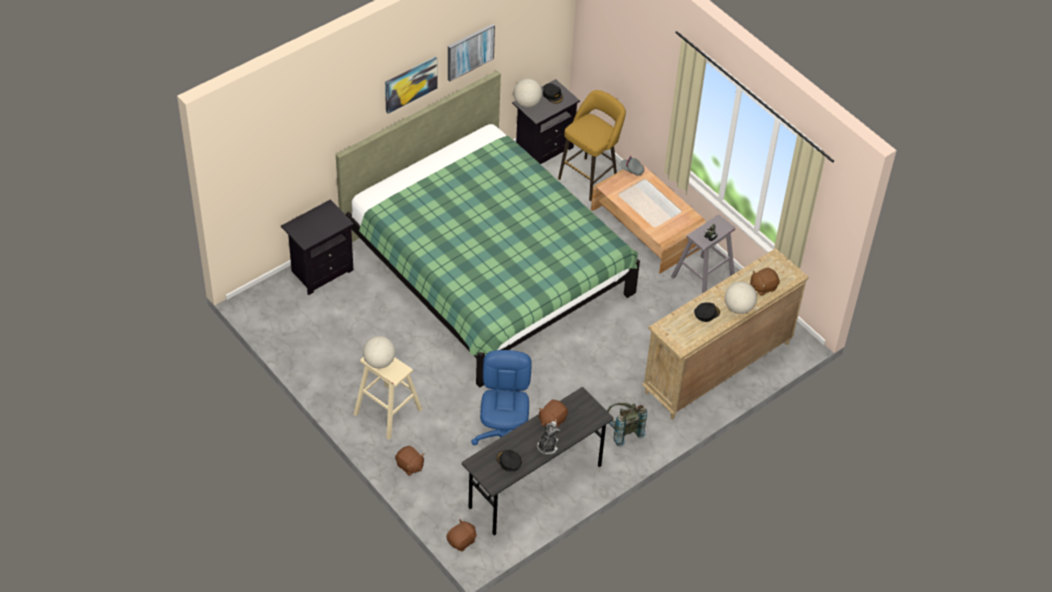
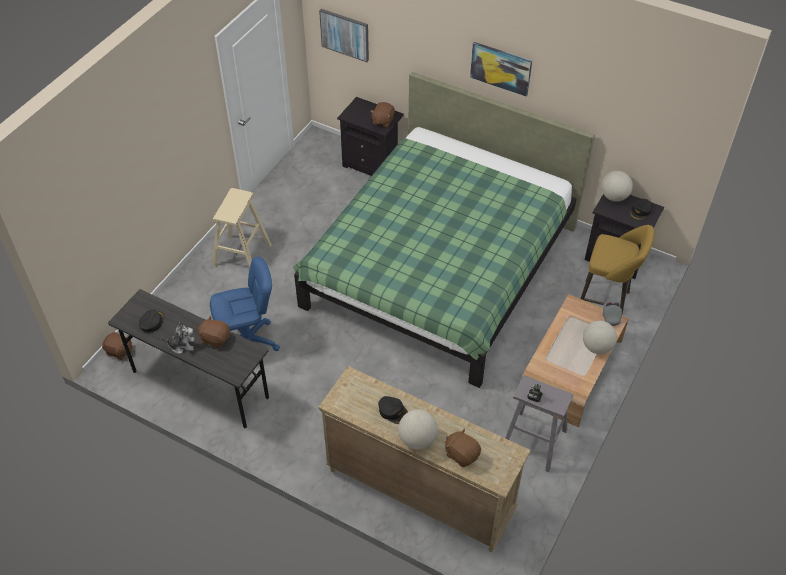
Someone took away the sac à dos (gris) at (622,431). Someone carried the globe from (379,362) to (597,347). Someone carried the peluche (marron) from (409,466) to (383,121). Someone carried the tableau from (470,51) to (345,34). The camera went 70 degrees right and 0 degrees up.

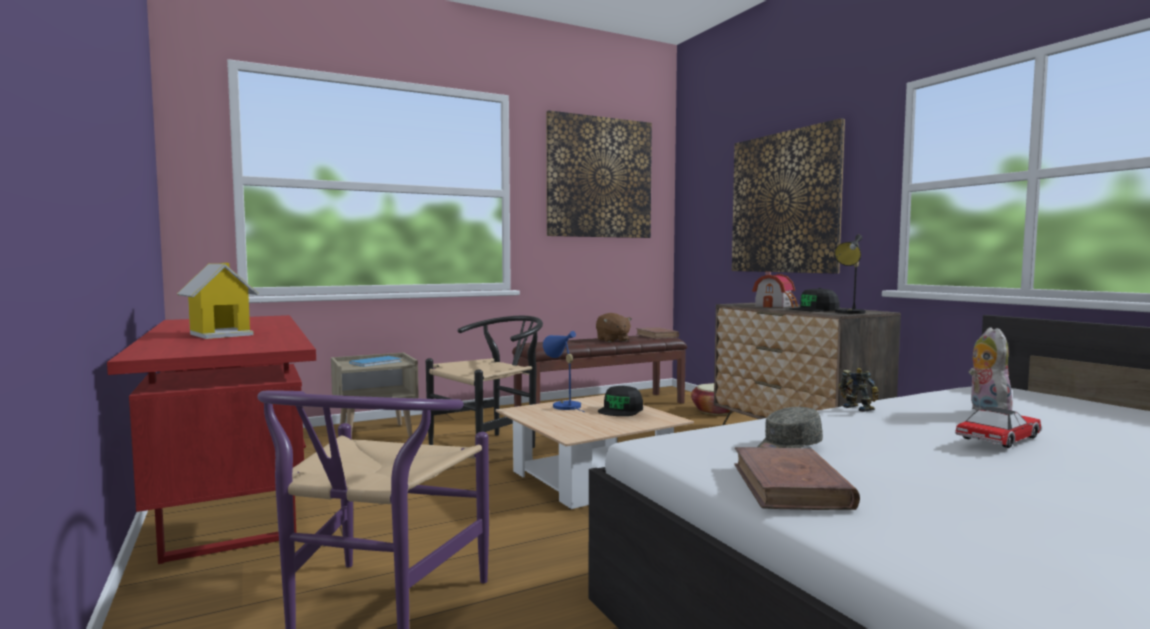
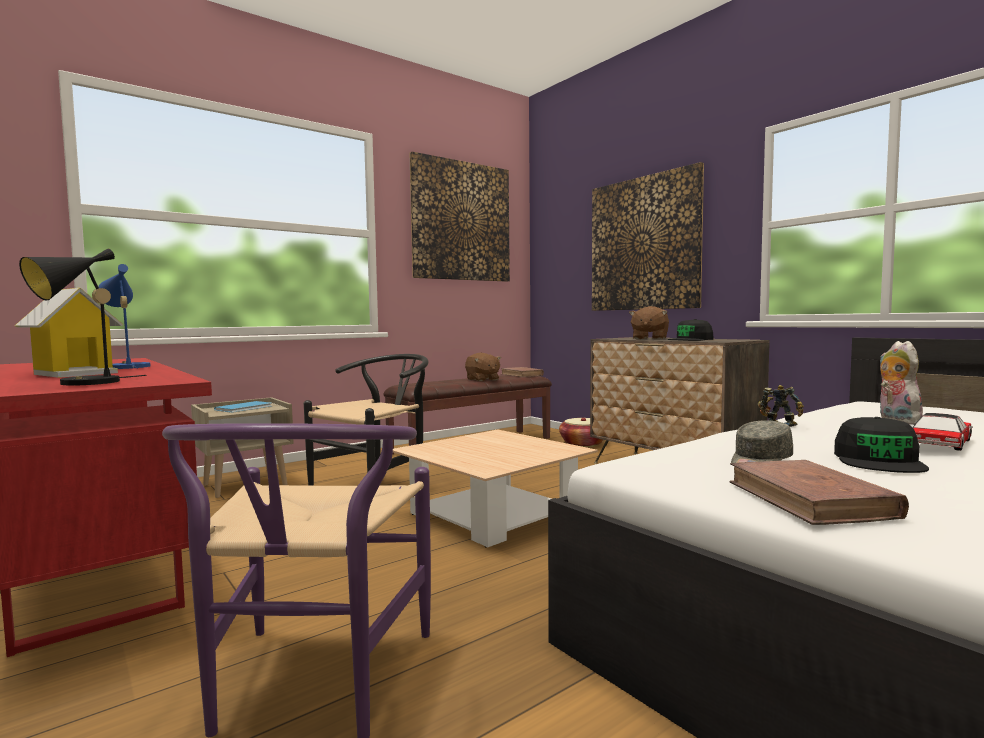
Someone carried the lampe de table (bleu) from (563,405) to (126,367). Someone carried the casquette (noir) from (621,410) to (879,461). Someone carried the lampe de table (noir) from (849,313) to (82,383). Someone swapped the maison miniature at (776,306) for the peluche (marron) at (649,338). The camera went 10 degrees left and 0 degrees up.

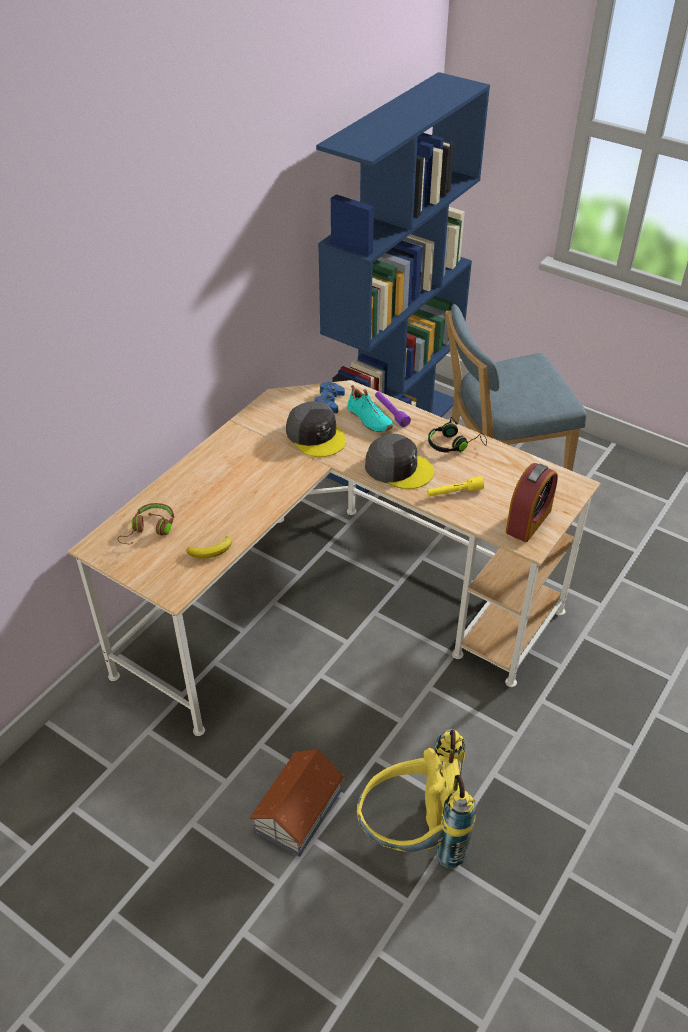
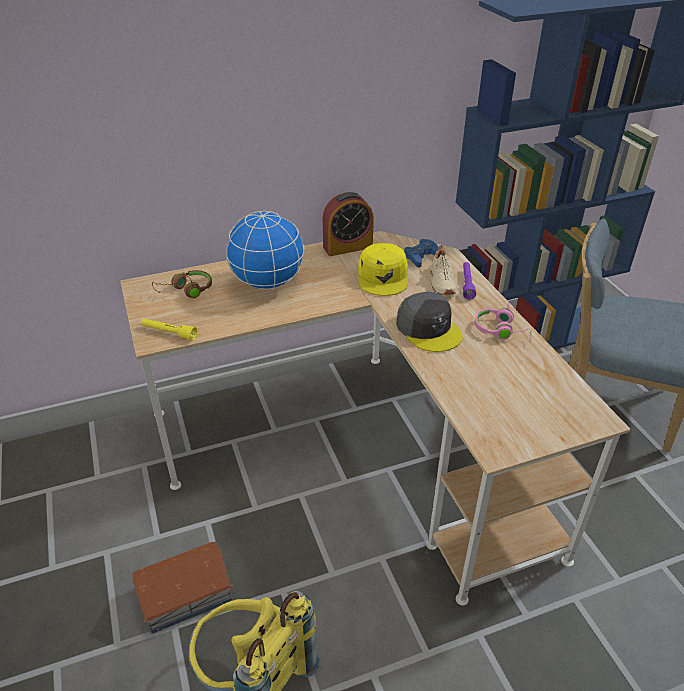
Someone took away the banane at (211,550). Someone put down the globe at (268,283). Someone carried the lampe de poche (jaune) from (454,492) to (169,333). Someone carried the réveil from (528,521) to (347,247). Someone repainted the casquette (gris) at (316,435), which became the casquette (jaune) at (383,277). Someone repainted the chaussure (turquoise) at (368,420), which became the chaussure (beige) at (441,282). Someone repainted the casque audio (noir) at (454,444), which became the casque audio (rose) at (501,331). The camera went 35 degrees right and 5 degrees down.

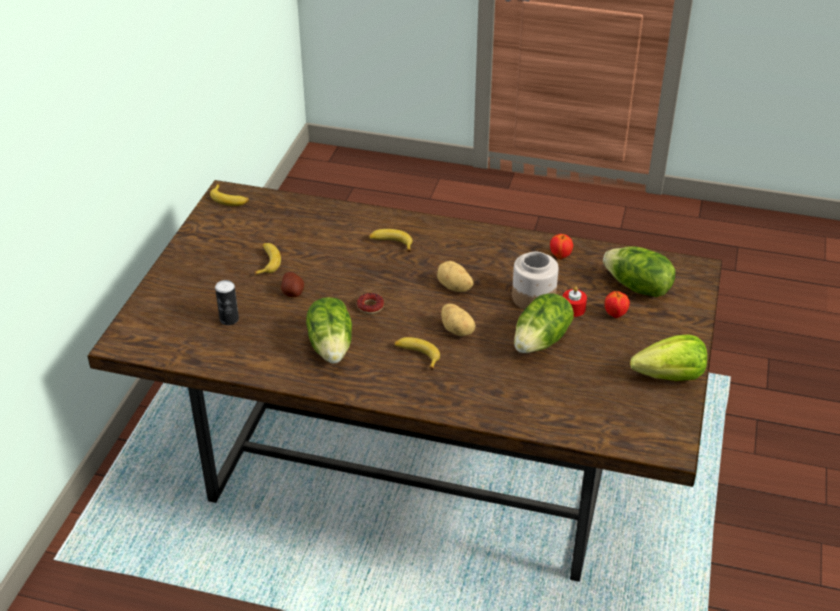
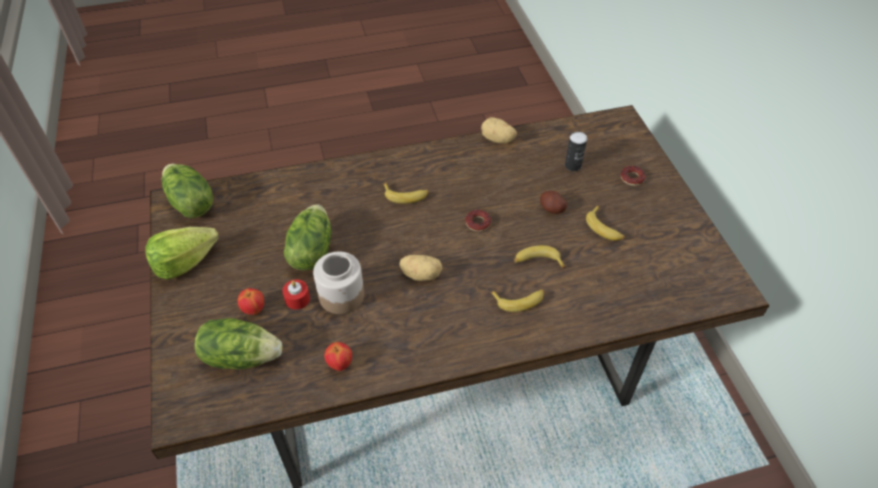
Someone put down the beignet at (632,178). Someone carried the banane from (230,199) to (537,261). Someone carried the laitue from (332,346) to (190,204). Someone carried the pomme de terre from (457,330) to (497,140). The camera went 150 degrees right and 10 degrees up.

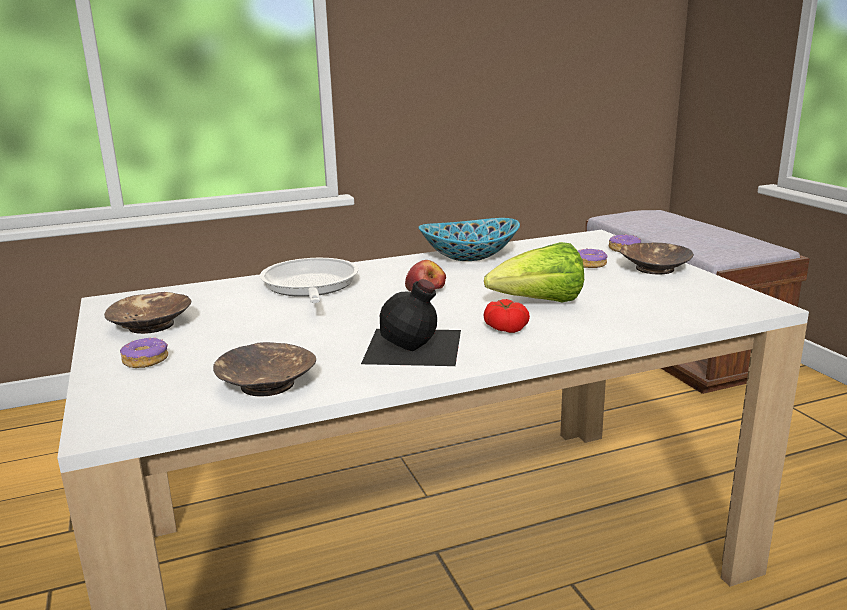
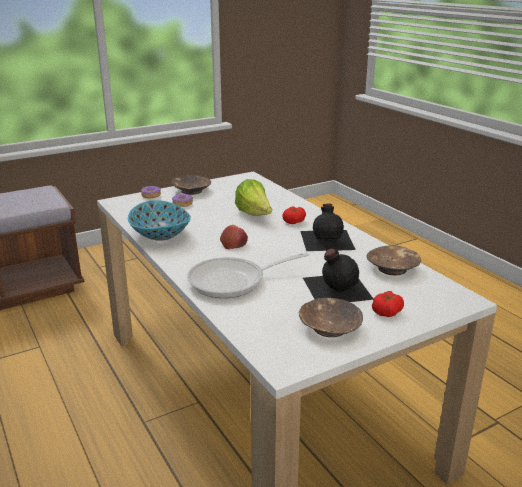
Someone put down the bouteille (noir) at (335,287). Someone swapped the beignet at (145,360) for the tomate at (386,312). The camera went 100 degrees left and 5 degrees up.

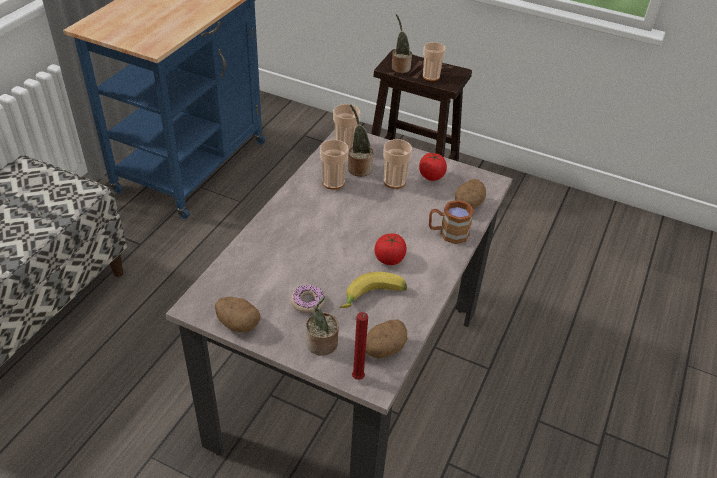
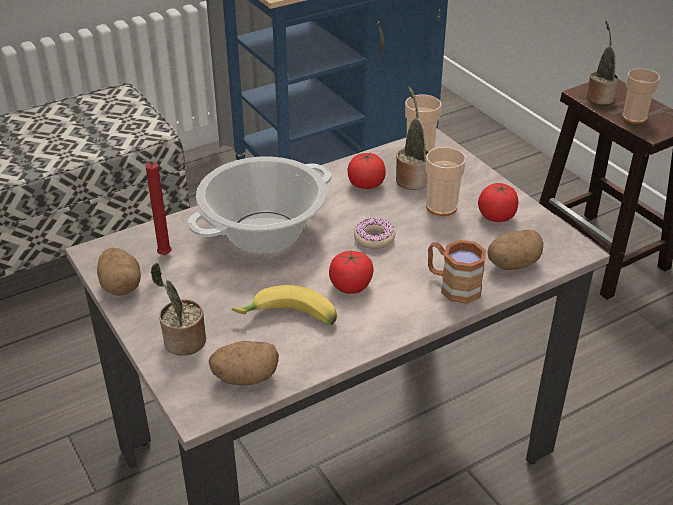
Someone put down the marmite at (264,233). Someone carried the beignet from (307,302) to (374,238). Someone carried the bougie (rouge) from (358,379) to (163,256). Someone swapped the tasse at (333,182) for the tomate at (366,184). The camera went 35 degrees right and 5 degrees down.

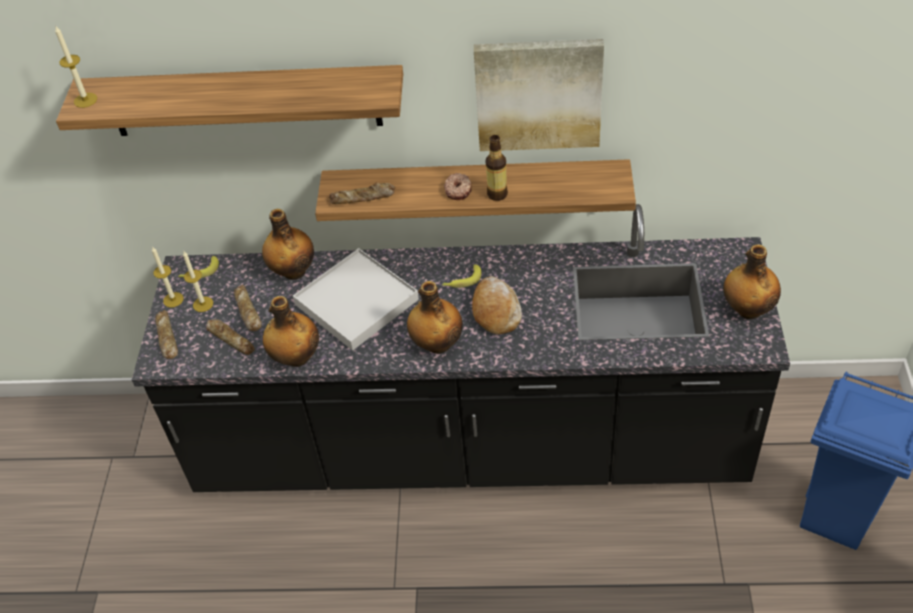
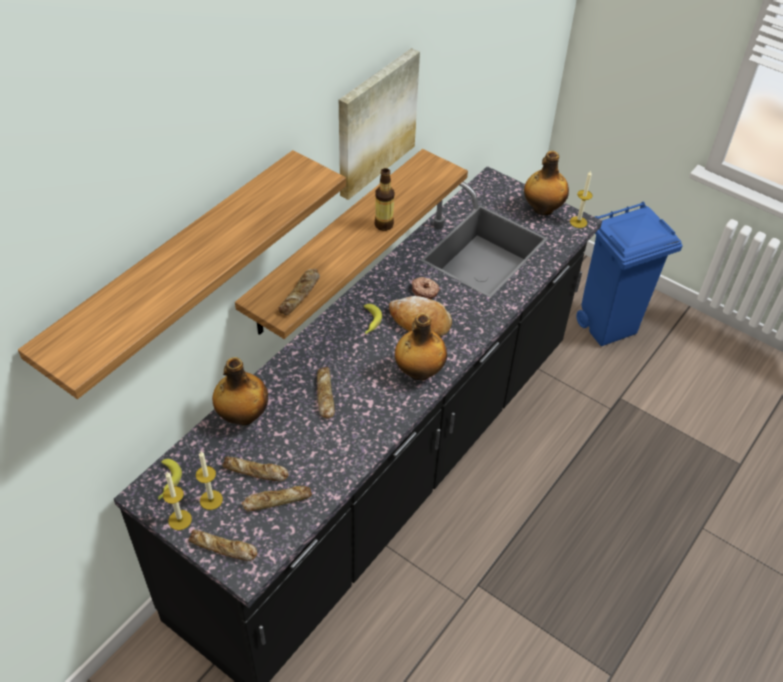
Someone took away the bouteille at (296,357). Someone carried the bougie from (85,100) to (578,222). Someone carried the beignet from (458,190) to (425,291). Someone swapped the plateau (blanc) at (356,302) for the pain at (324,395). The camera went 60 degrees left and 0 degrees up.

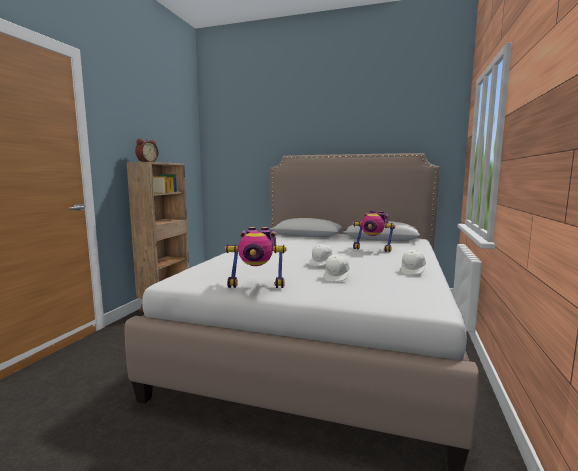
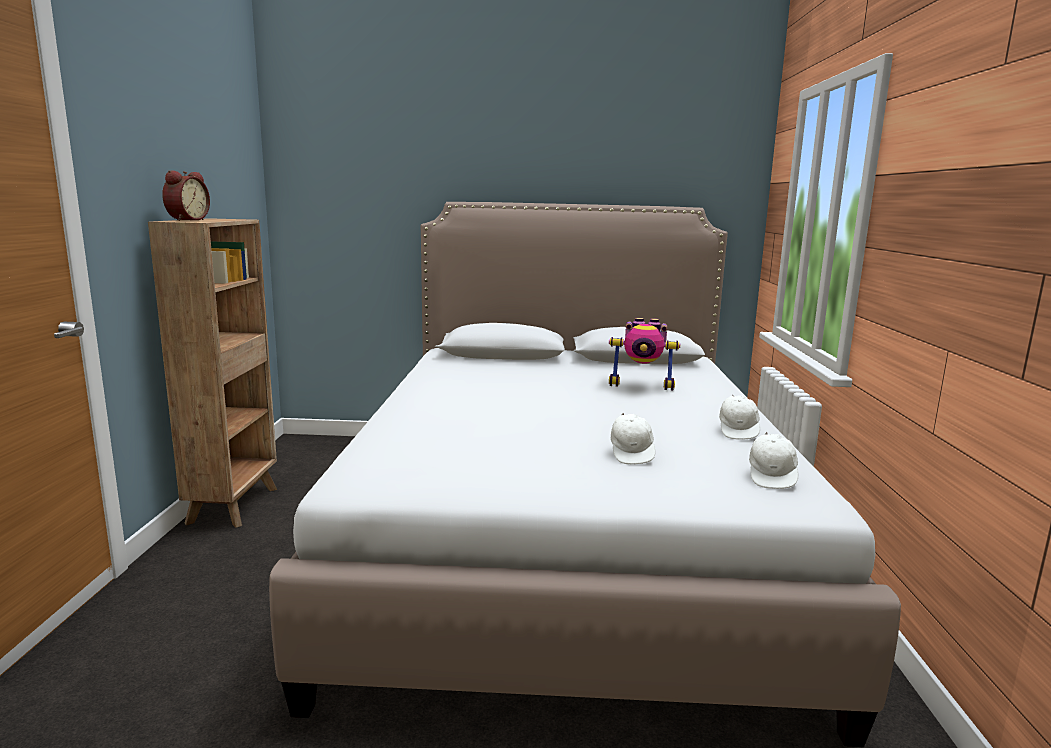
Someone took away the robot jouet at (257,285). Someone carried the casquette (blanc) from (321,263) to (772,477). The camera went 15 degrees left and 5 degrees up.

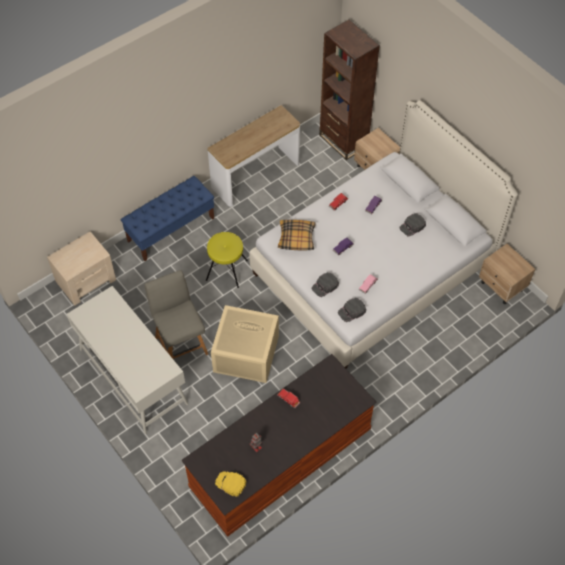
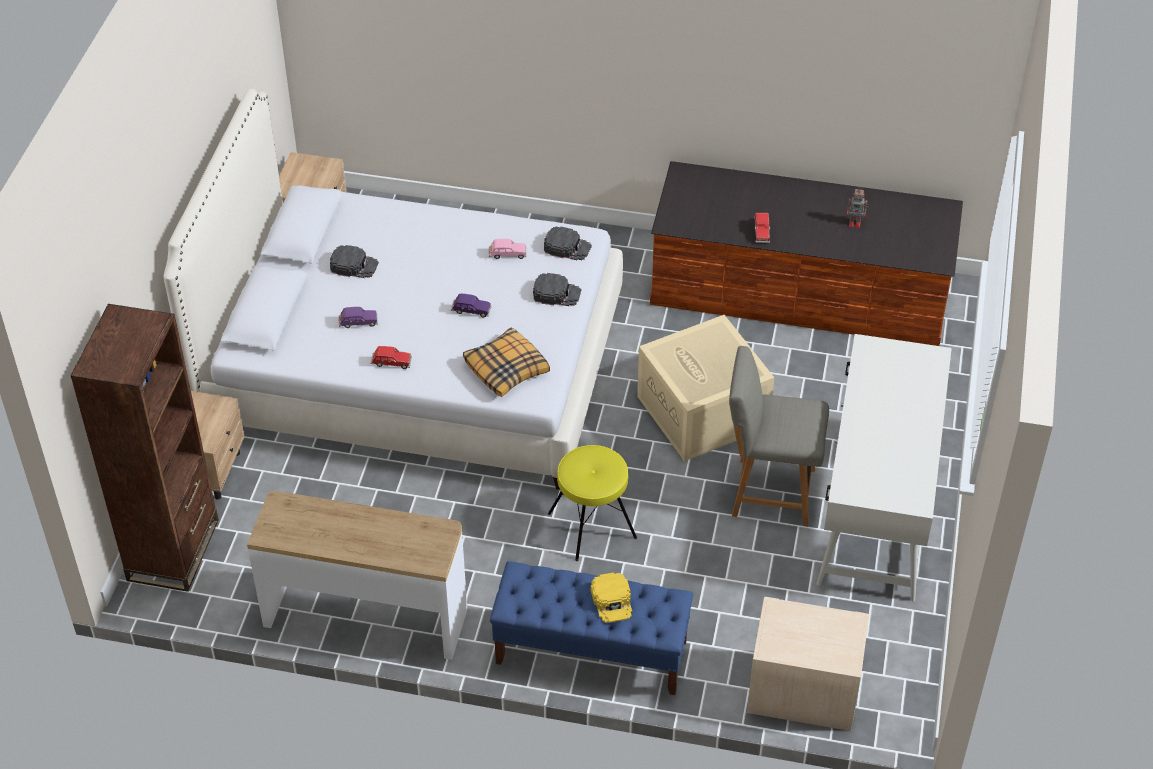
Someone carried the casquette (jaune) from (230,484) to (612,601). Someone rotated the chaise (gris) at (180,344) by 75 degrees clockwise. The camera went 130 degrees left and 10 degrees down.

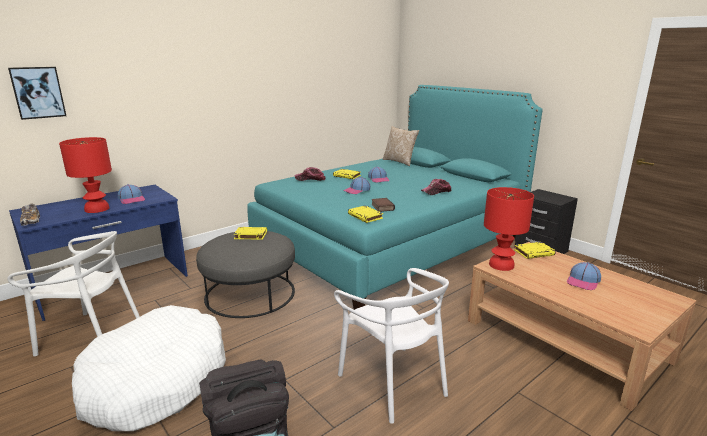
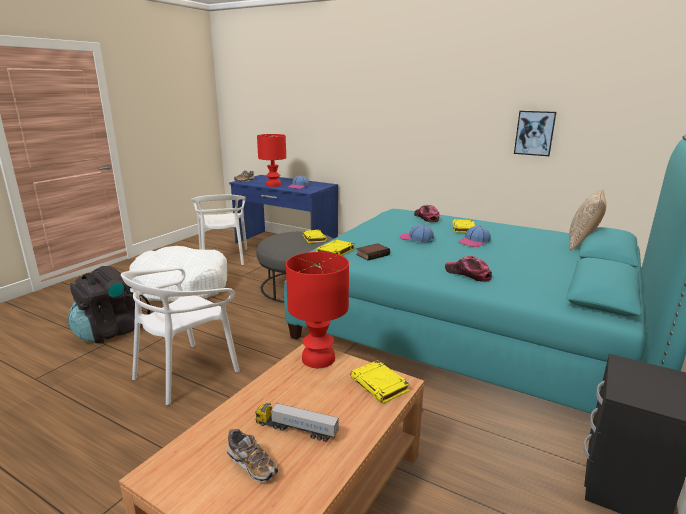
Someone put down the chaussure at (252,464). Someone carried the tableau from (38,92) to (534,133). Someone swapped the casquette at (583,281) for the camion jouet at (296,429). The camera went 70 degrees right and 0 degrees up.

